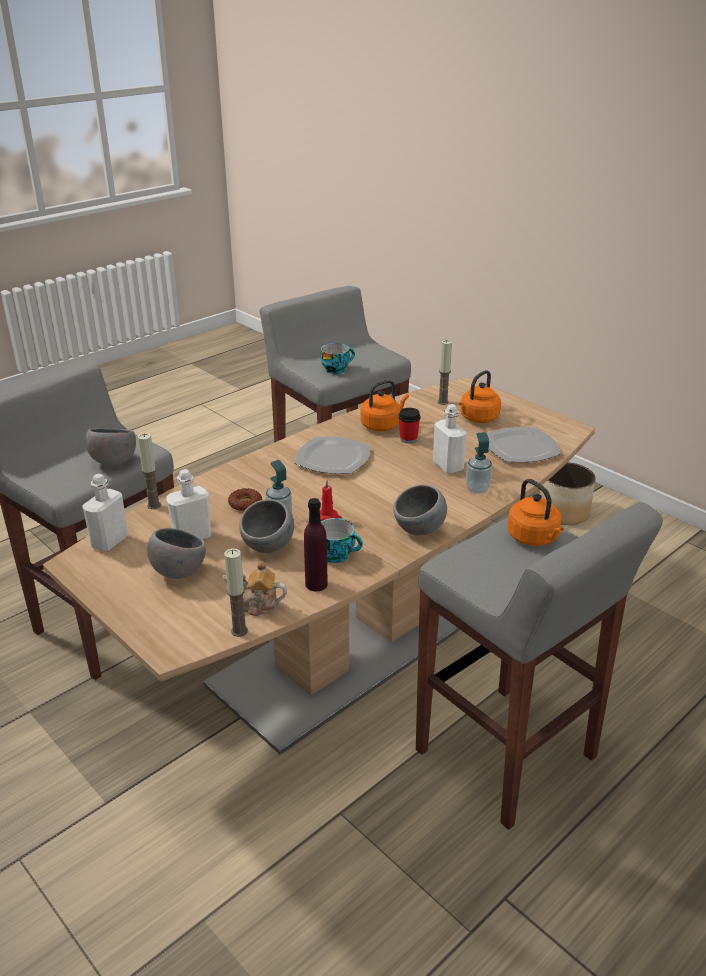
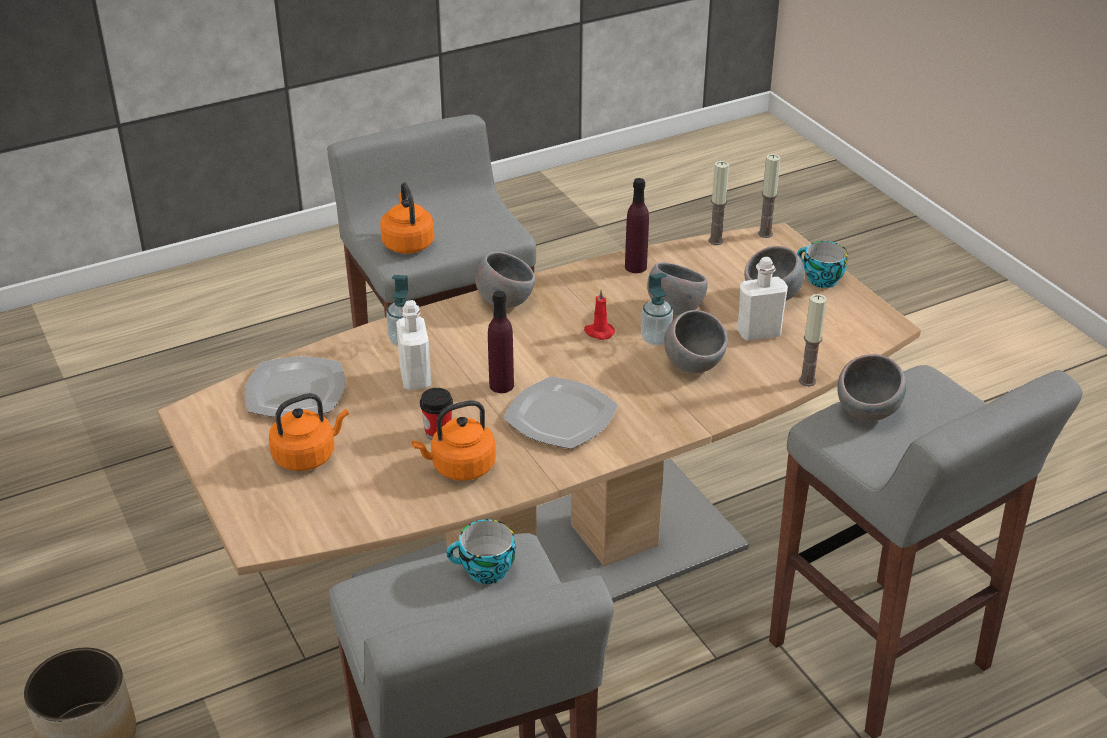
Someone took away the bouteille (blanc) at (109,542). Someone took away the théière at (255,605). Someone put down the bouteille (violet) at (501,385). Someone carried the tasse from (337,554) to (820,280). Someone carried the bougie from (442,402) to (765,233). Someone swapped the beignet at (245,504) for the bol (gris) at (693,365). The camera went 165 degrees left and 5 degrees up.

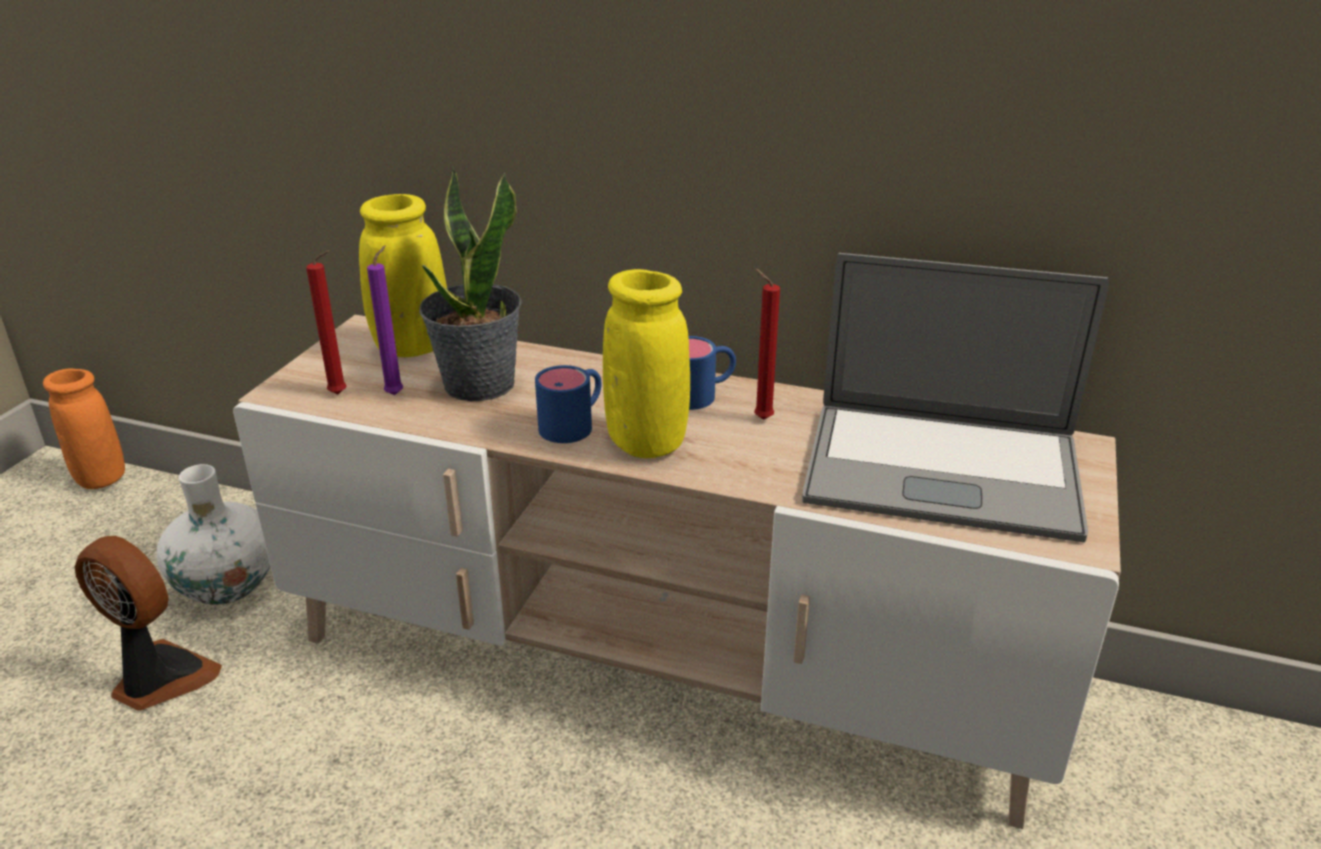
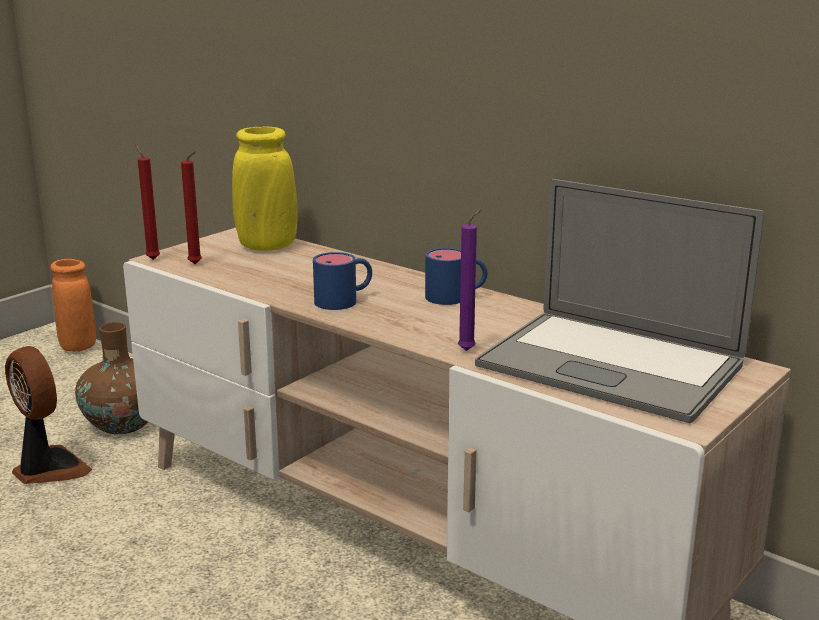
Someone took away the plante en pot at (478,384). Someone took away the vase (jaune) at (646,443). Someone carried the bougie (violet) from (397,393) to (469,350). Someone carried the bougie (rouge) from (760,418) to (152,259). Someone repainted the vase (blanc) at (227,585), which became the vase (marron) at (123,423). The camera went 20 degrees right and 10 degrees down.

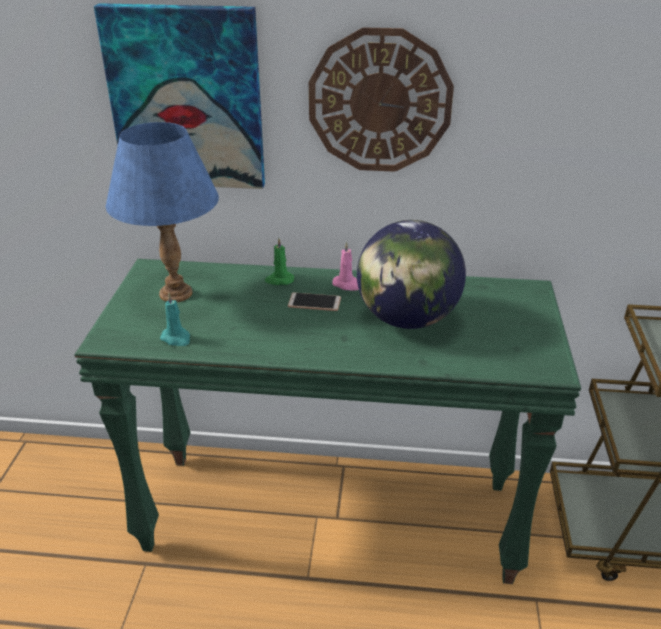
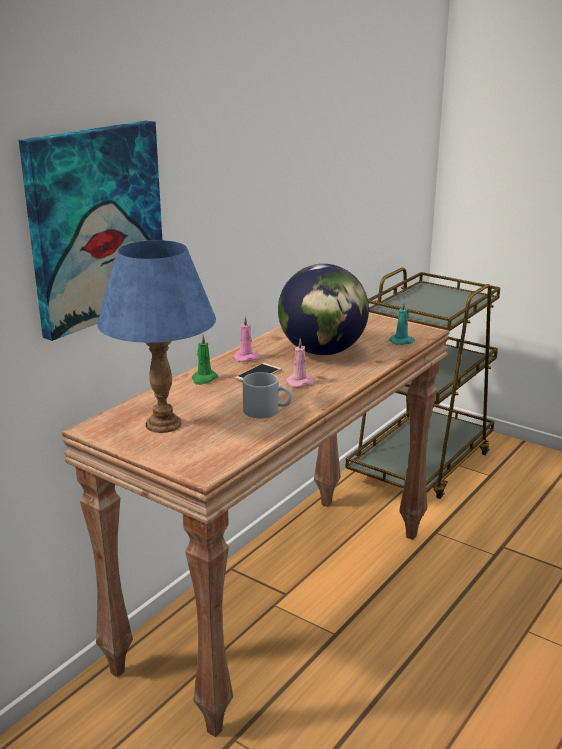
Someone took away the horloge murale at (380,102). Someone put down the mug (gris) at (267,411). Someone put down the bougie (rose) at (300,382). Someone carried the bougie (turquoise) from (176,338) to (402,341). Someone repainted the table console (vert) at (332,514), which became the table console (marron) at (279,595). The camera went 60 degrees left and 10 degrees down.

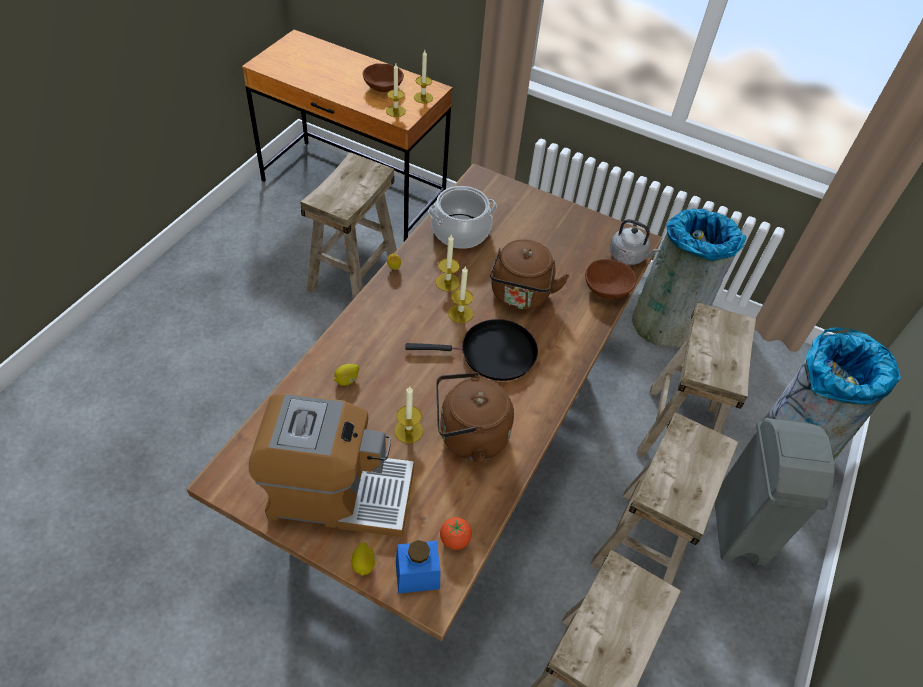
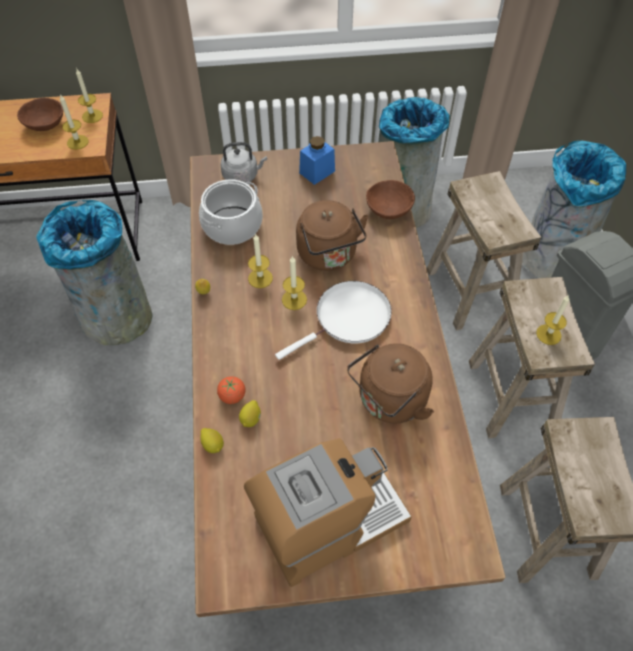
Someone carried the citron from (363,564) to (213,445). Someone carried the bougie from (408,431) to (548,334). Someone carried the bocal (bleu) from (417,575) to (317,172). Someone carried the tomate from (455,539) to (232,396). Someone carried the bouilloire (gris) from (629,256) to (242,176). Someone swapped the tabouret (beige) at (353,276) for the poubelle (gris) at (116,317). Someone repainted the poêle (noir) at (492,354), which became the poêle (blanc) at (348,319). The camera went 30 degrees left and 5 degrees up.

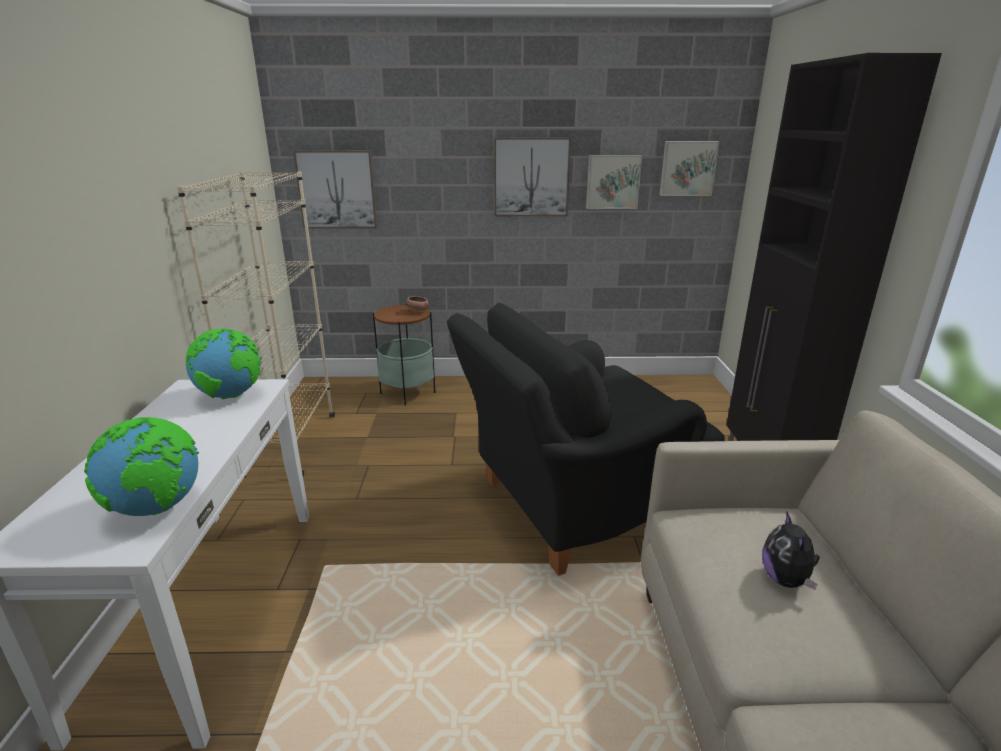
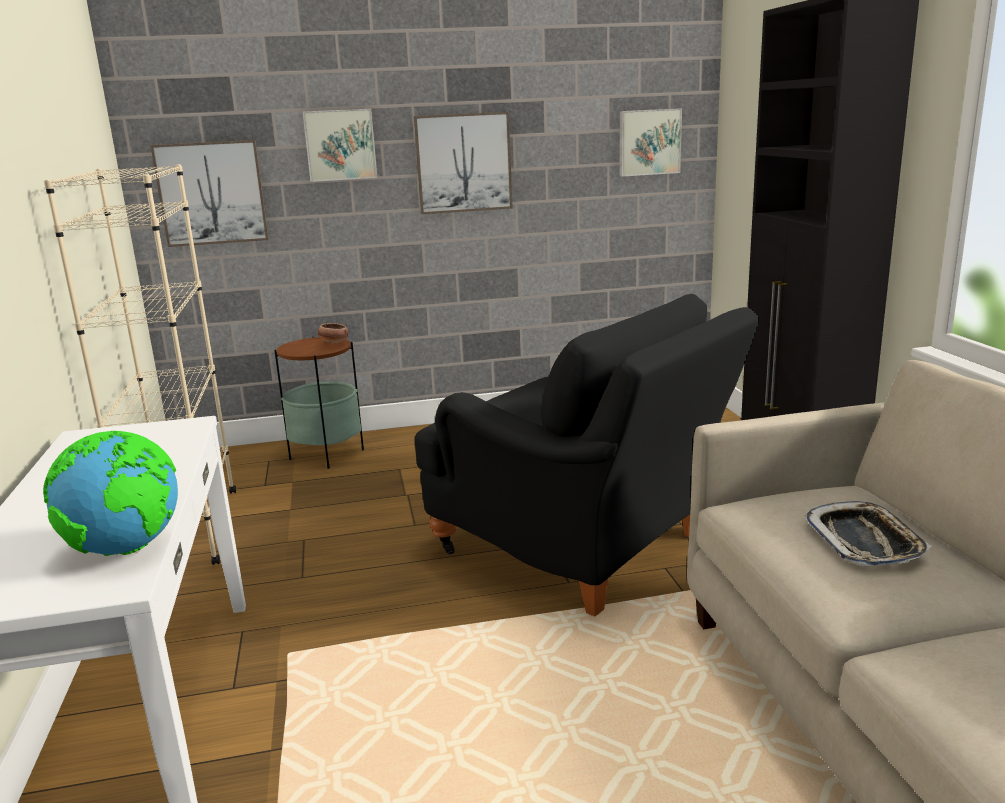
Someone took away the globe at (231,395). Someone carried the tableau from (613,181) to (340,145). Someone swapped the peluche at (786,580) for the plateau at (864,541). Someone rotated the fauteuil (noir) at (574,506) by 105 degrees counterclockwise. The camera went 10 degrees left and 5 degrees down.

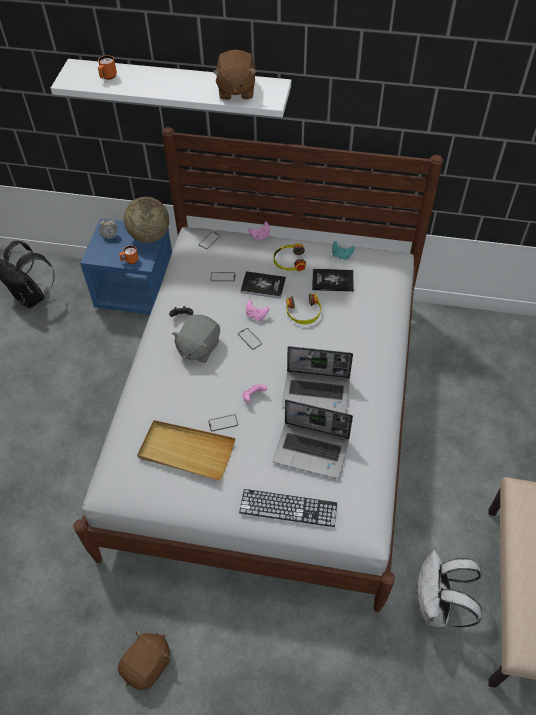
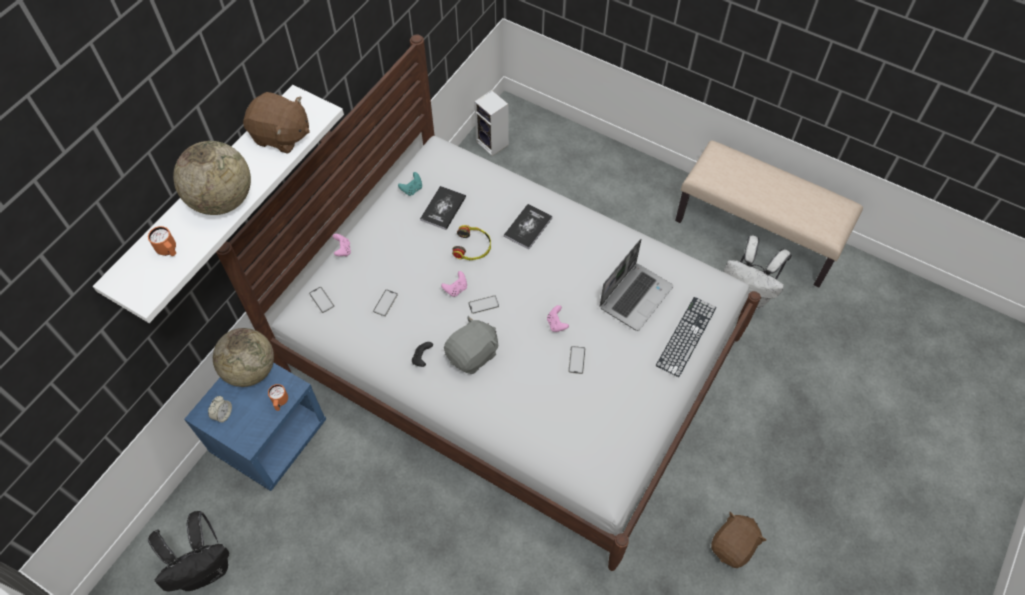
Someone took away the plateau (beige) at (186,451). Someone took away the casque audio at (289,261). Someone took away the ordinateur portable at (317,393). Someone put down the globe at (222,200). Someone put down the enceinte at (493,143). Someone carried the livre from (263,285) to (528,227). Someone rotated the peluche (marron) at (148,665) by 75 degrees clockwise. Someone rotated the peluche (gris) at (198,347) by 90 degrees counterclockwise. The camera went 70 degrees left and 5 degrees up.

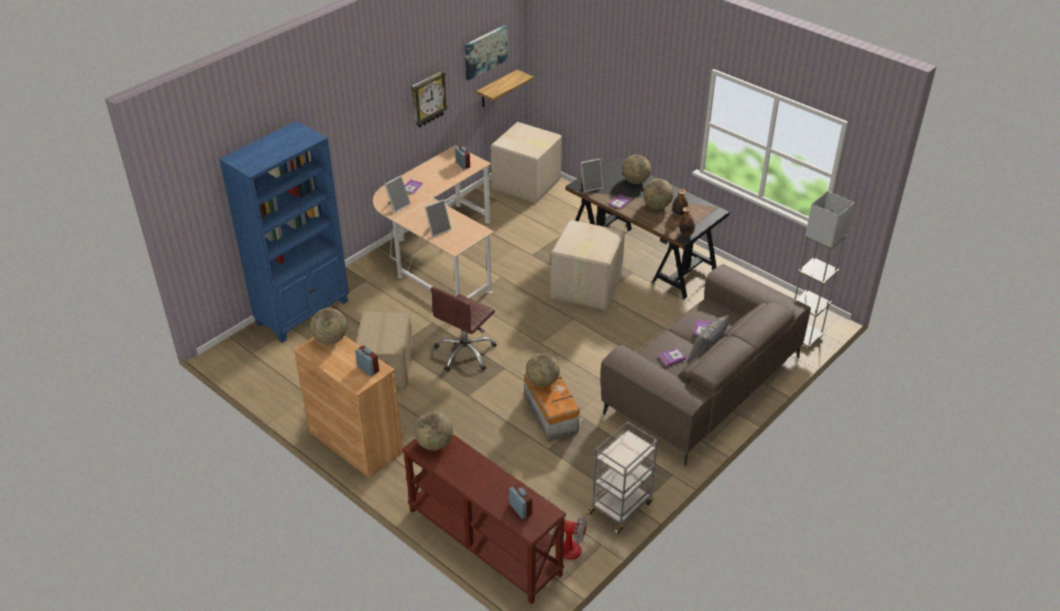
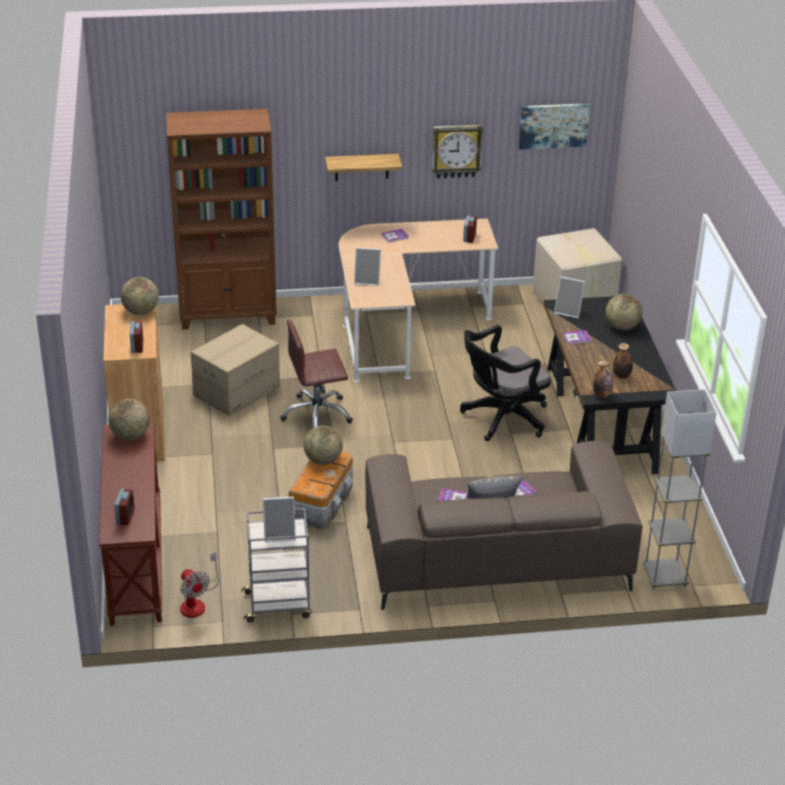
Someone took away the globe at (657,206). Someone carried the cadre photo from (398,205) to (280,534). Someone carried the étagère from (497,89) to (361,167). Someone swapped the carton at (585,287) for the chaise de bureau (noir) at (501,419). Someone repainted the bibliothèque (bleu) at (303,312), which became the bibliothèque (marron) at (228,315). The camera went 40 degrees right and 5 degrees down.

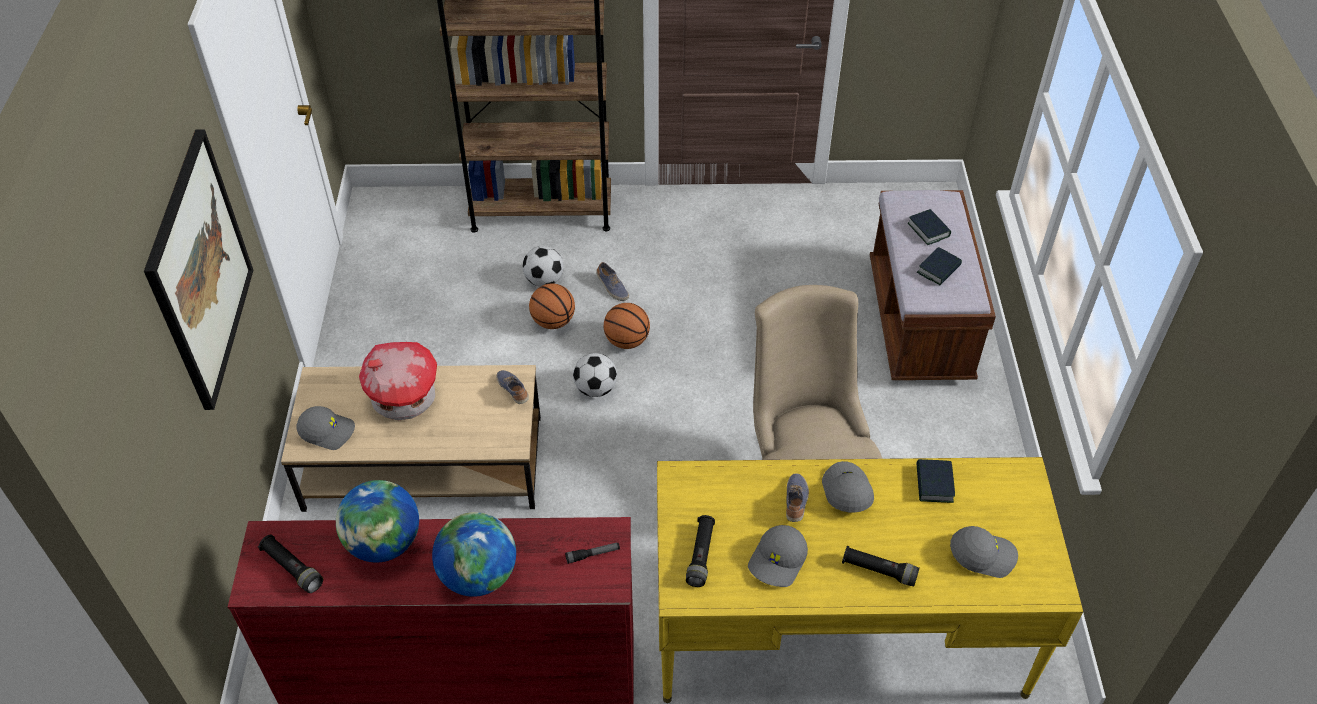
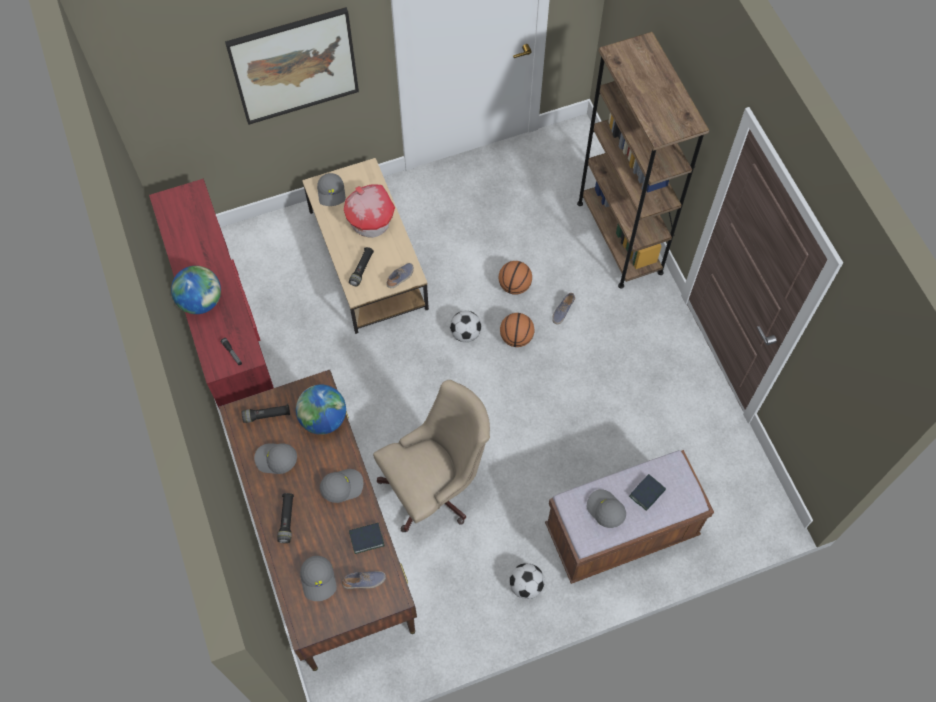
Someone carried the lampe de poche (noir) from (292,568) to (362,269). Someone carried the globe from (384,543) to (323,419). Someone carried the ballon de foot from (544,280) to (526,585). Someone carried the chaussure from (796,502) to (364,581). Someone swapped the livre at (939,269) for the casquette (gris) at (605,510). Someone repainted the bureau (jaune) at (838,628), which became the bureau (marron) at (327,540). The camera went 70 degrees right and 15 degrees up.

